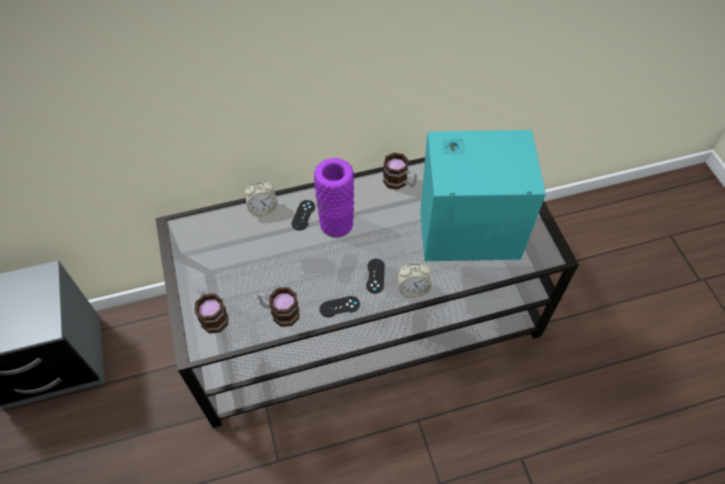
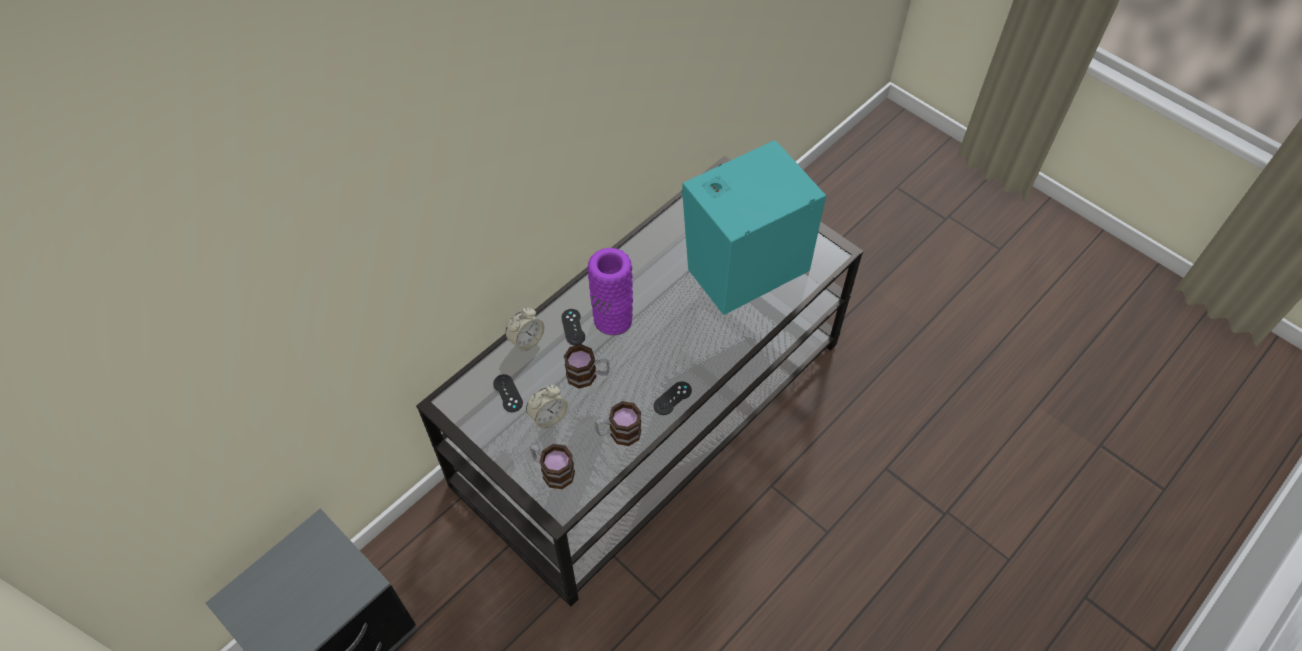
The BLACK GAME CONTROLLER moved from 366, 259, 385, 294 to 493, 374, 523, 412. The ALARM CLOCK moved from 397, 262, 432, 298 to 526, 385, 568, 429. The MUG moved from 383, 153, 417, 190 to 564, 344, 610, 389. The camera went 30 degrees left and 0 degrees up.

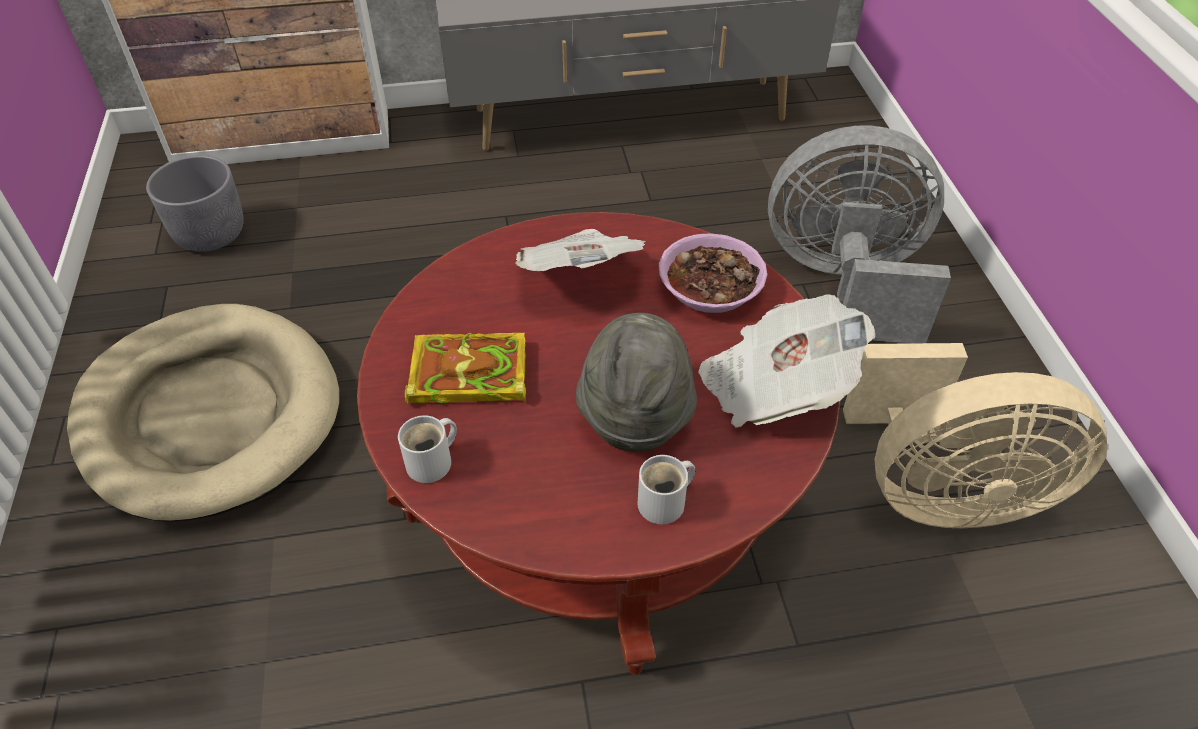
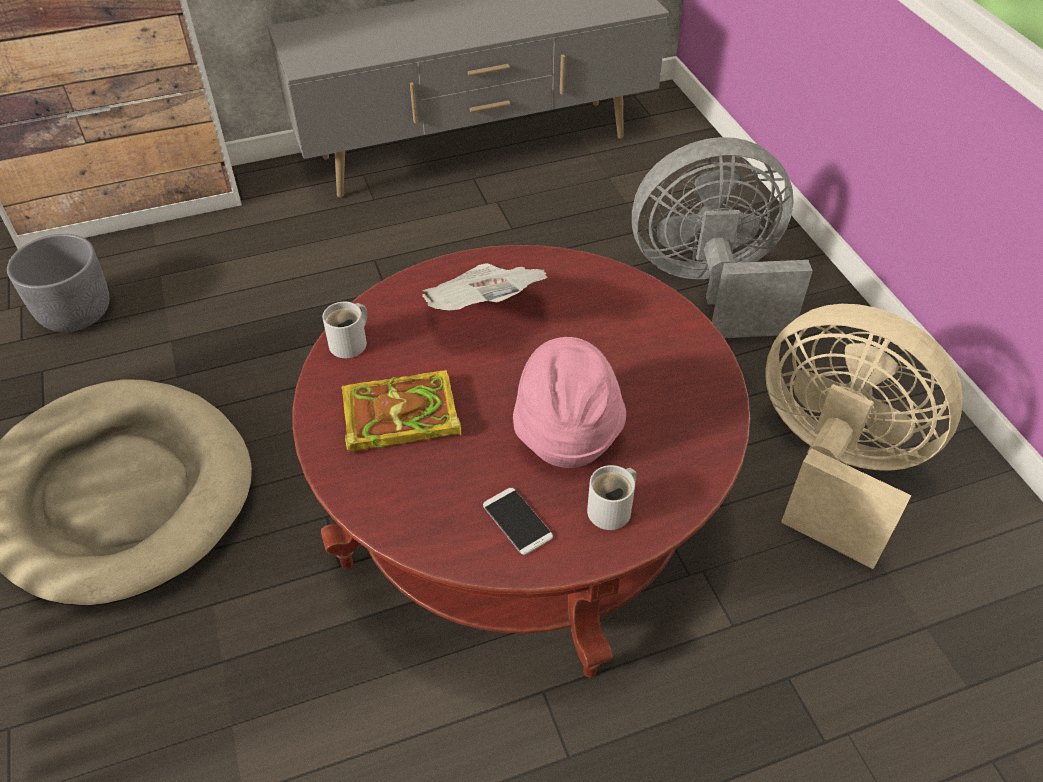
The WHITE MUG moved from 398, 415, 457, 483 to 323, 302, 367, 358. The PHONE at 483, 488, 553, 555 appeared. The GREY HAT at 576, 313, 697, 452 became the PINK HAT at 513, 337, 626, 468. The BEIGE FAN at 843, 343, 1108, 528 turned 135 degrees counterclockwise. The BOWL at 659, 234, 767, 313 disappeared. The NEWSPAPER at 698, 294, 876, 428 disappeared. The camera went 10 degrees left and 0 degrees up.

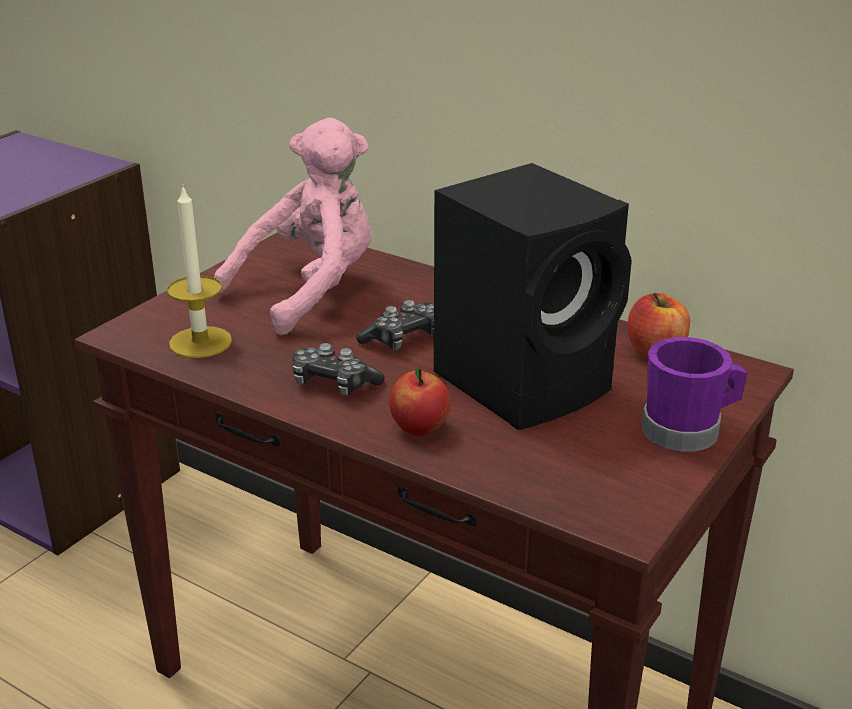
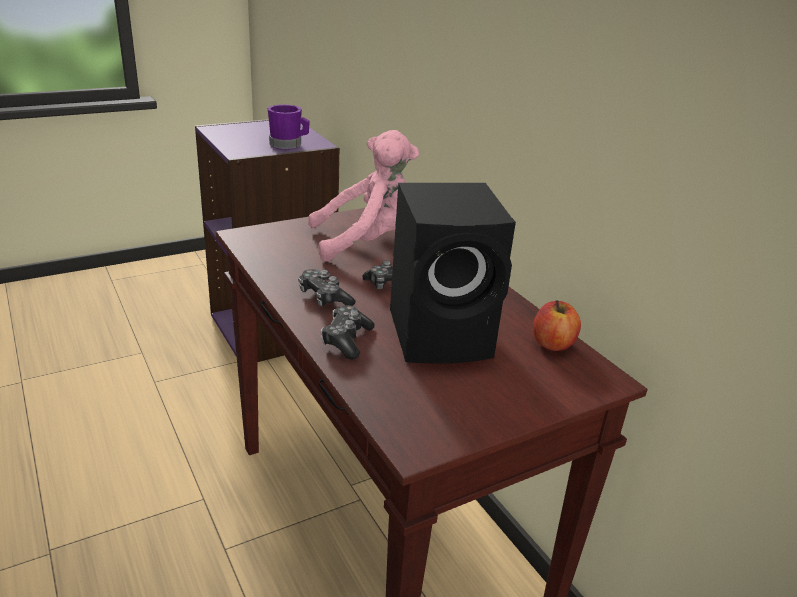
The PURPLE MUG moved from 642, 337, 747, 452 to 268, 104, 310, 150. The APPLE at 389, 368, 450, 436 was replaced by the GAME CONTROLLER at 321, 305, 375, 360. The CANDLE at 167, 186, 232, 358 disappeared. The camera went 25 degrees right and 0 degrees up.

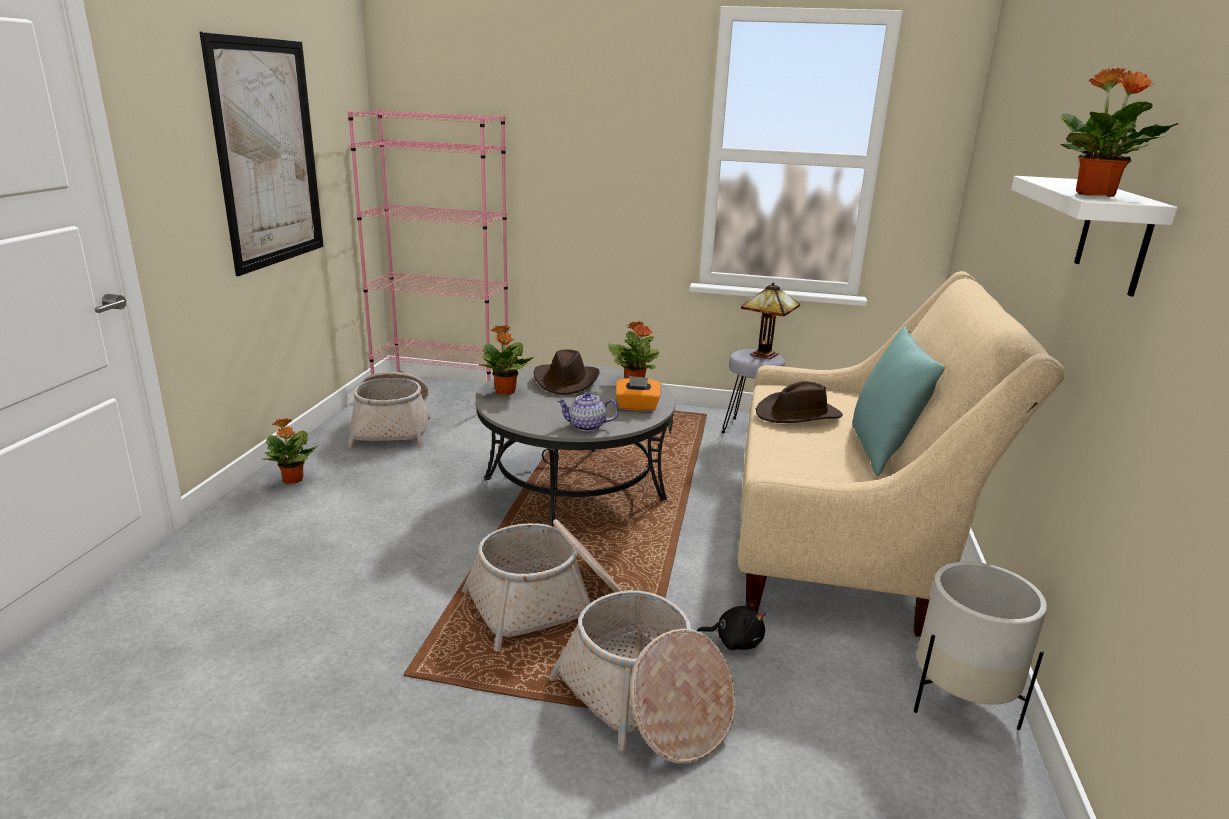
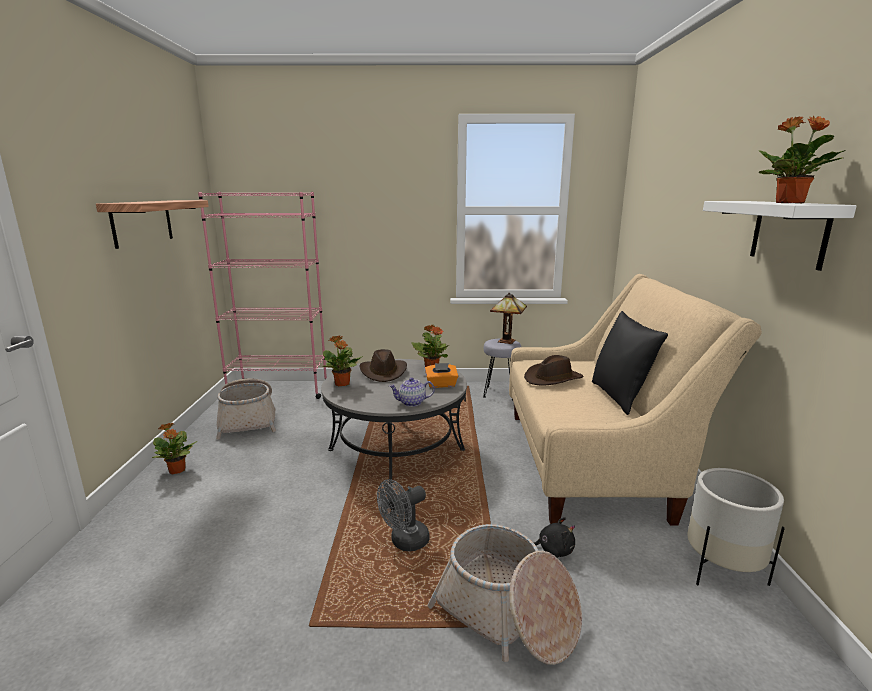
The PICTURE at 199, 32, 324, 276 was replaced by the SHELF at 96, 200, 209, 249. The BASKET at 462, 519, 622, 651 was replaced by the GREY FAN at 377, 479, 429, 551. The TURQUOISE PILLOW at 852, 326, 945, 476 became the BLACK PILLOW at 592, 311, 668, 415. The camera went 10 degrees left and 5 degrees down.

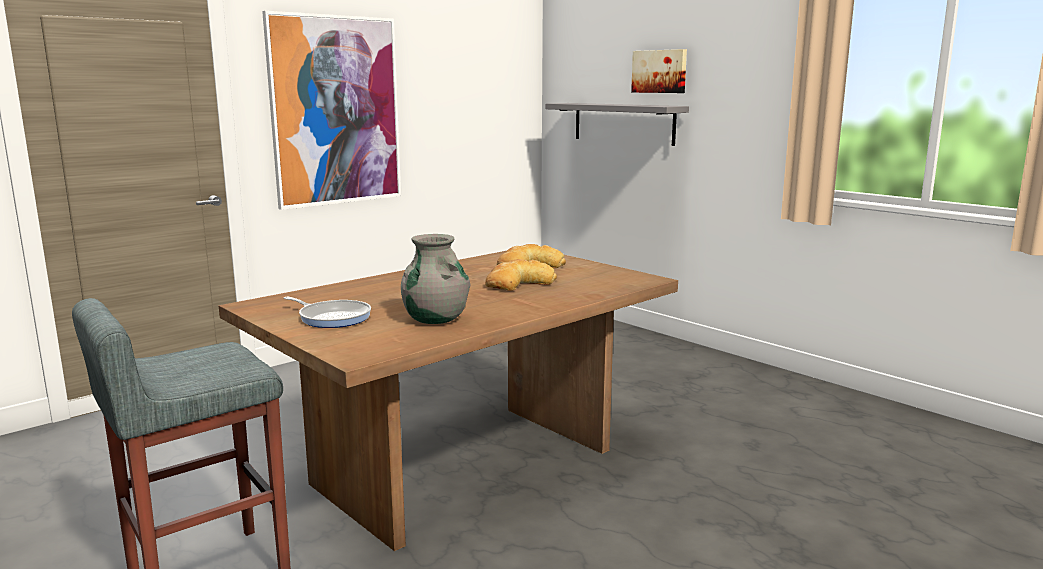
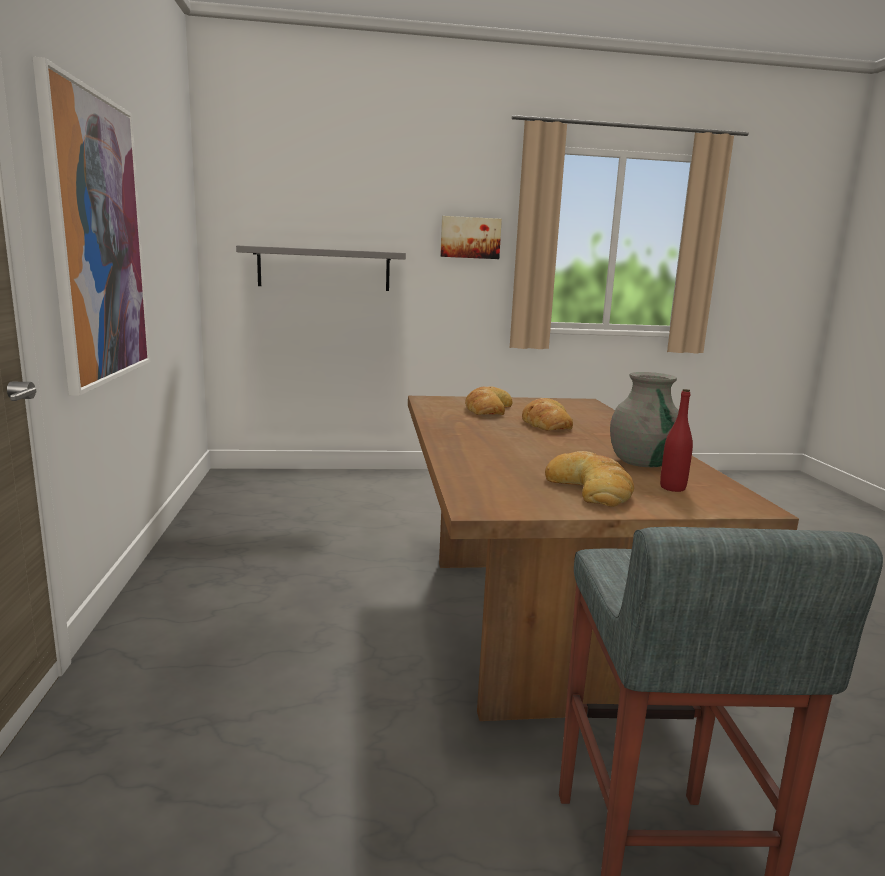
The PICTURE moved from 631, 49, 687, 93 to 440, 216, 502, 259. The FRYING PAN at 284, 297, 371, 328 was replaced by the BREAD at 545, 451, 634, 507. The RED BOTTLE at 660, 389, 693, 492 appeared. The camera went 55 degrees left and 0 degrees up.

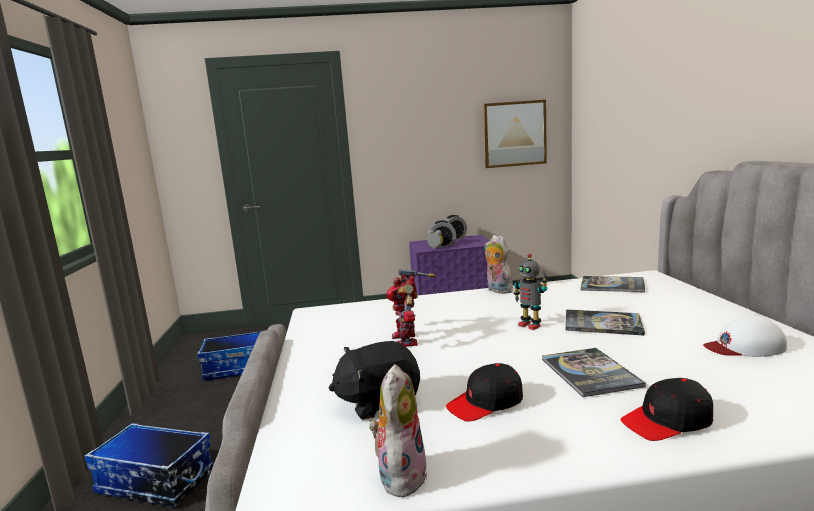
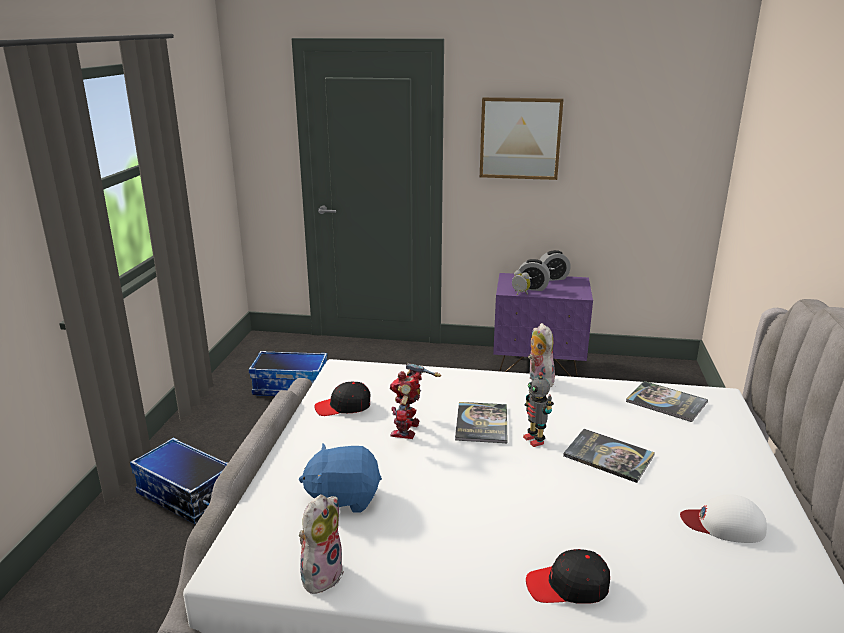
The BLACK PLUSH TOY at 329, 341, 420, 420 became the BLUE PLUSH TOY at 299, 444, 382, 512. The BLACK CAP moved from 446, 363, 523, 422 to 315, 382, 371, 416. The BOOK moved from 542, 348, 646, 397 to 455, 402, 507, 443. The PICTURE moved from 483, 100, 547, 168 to 480, 97, 564, 180. The camera went 15 degrees right and 10 degrees up.

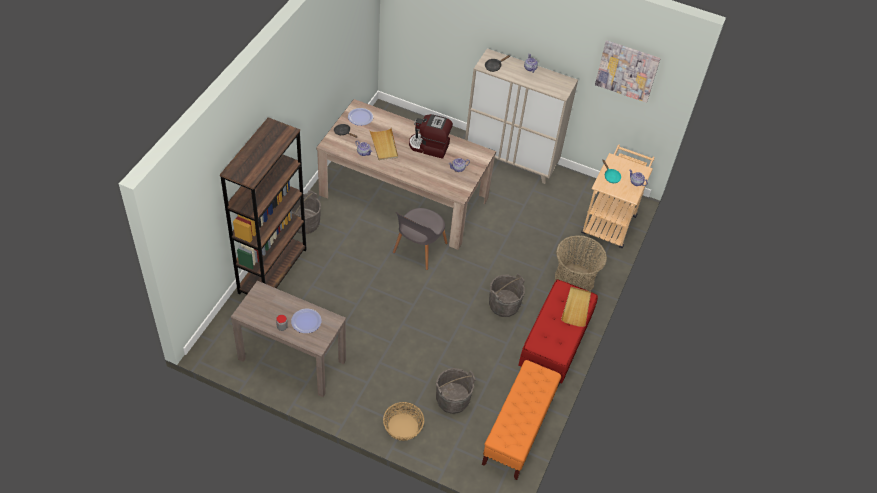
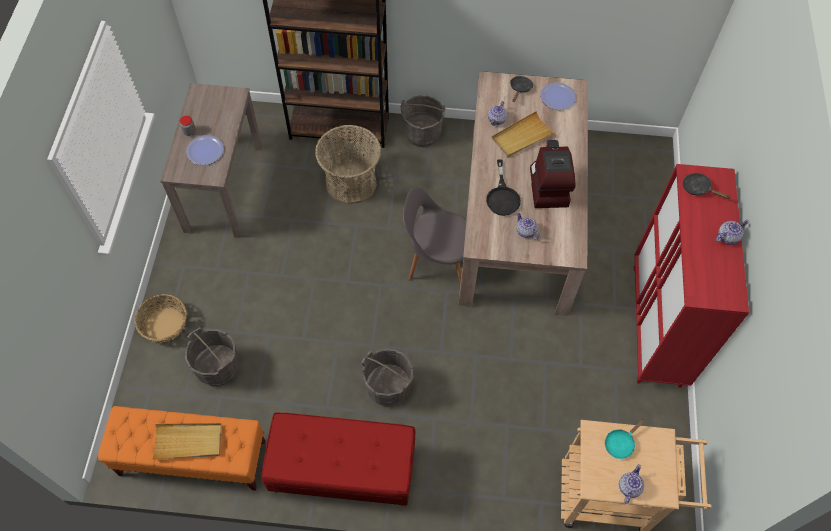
The BEIGE TRAY moved from 561, 287, 591, 327 to 152, 423, 222, 460. The BASKET moved from 554, 235, 607, 291 to 315, 125, 381, 204. The BLACK FRYING PAN at 486, 159, 521, 216 appeared. The BEIGE CABINET at 465, 48, 578, 184 became the RED CABINET at 634, 164, 749, 388. The PICTURE at 595, 40, 661, 103 disappeared. The camera went 75 degrees right and 10 degrees up.

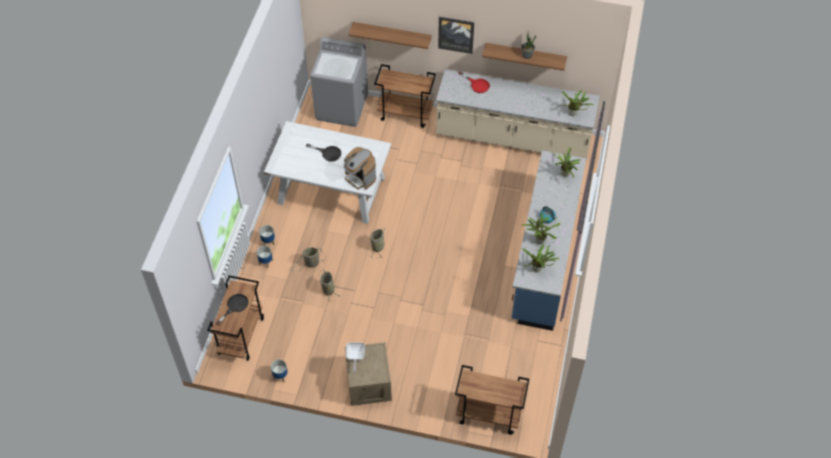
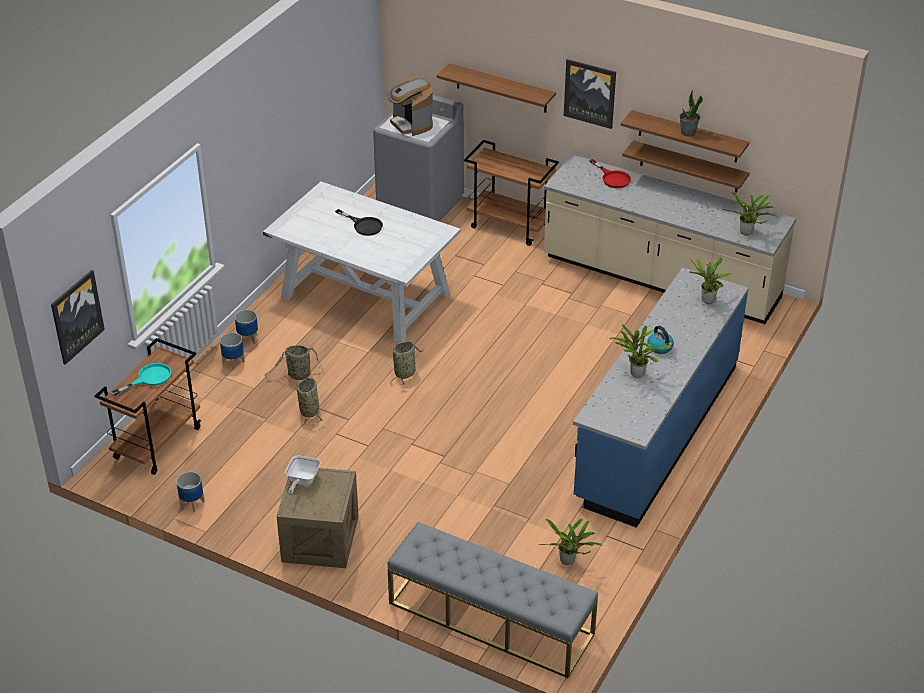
The PICTURE at 51, 270, 105, 365 appeared. The BLACK FRYING PAN at 215, 294, 248, 325 became the TURQUOISE FRYING PAN at 111, 363, 171, 396. The COFFEE MACHINE moved from 344, 147, 376, 190 to 388, 77, 433, 136. The BROWN CART at 455, 365, 529, 435 was replaced by the GREY BENCH at 388, 522, 598, 678. The POTTED PLANT moved from 522, 244, 560, 272 to 539, 519, 603, 565. The SHELF at 622, 140, 750, 193 appeared. The camera went 15 degrees right and 15 degrees down.

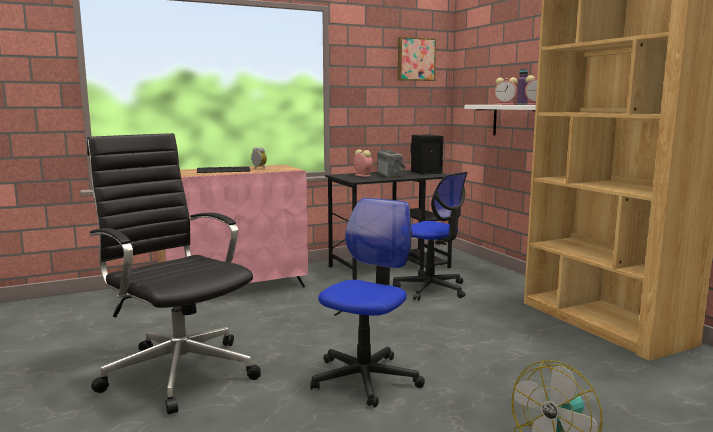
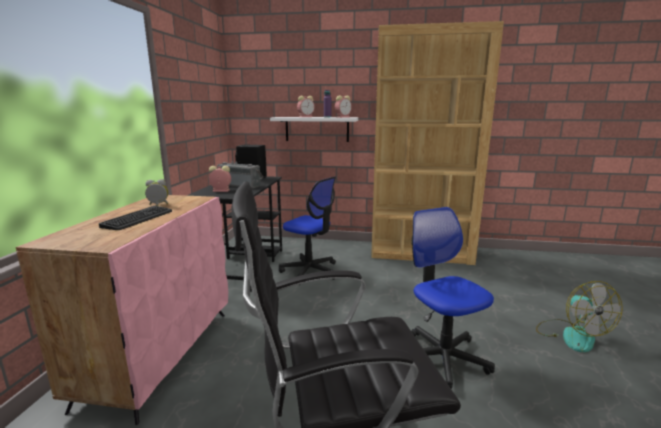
The OFFICE CHAIR at 393, 172, 468, 301 turned 45 degrees clockwise. The PICTURE at 398, 37, 436, 81 disappeared. The camera went 55 degrees left and 5 degrees up.

